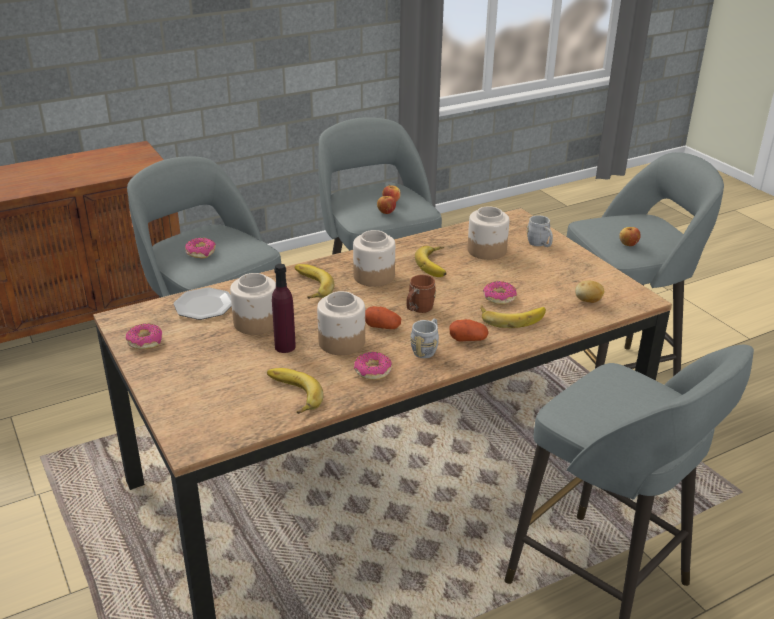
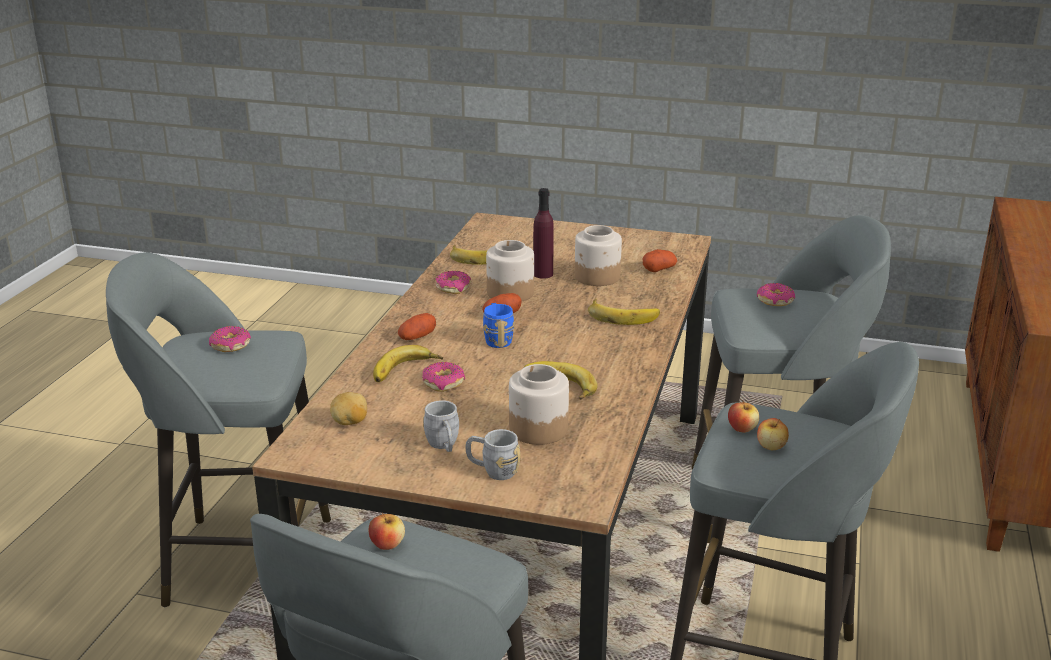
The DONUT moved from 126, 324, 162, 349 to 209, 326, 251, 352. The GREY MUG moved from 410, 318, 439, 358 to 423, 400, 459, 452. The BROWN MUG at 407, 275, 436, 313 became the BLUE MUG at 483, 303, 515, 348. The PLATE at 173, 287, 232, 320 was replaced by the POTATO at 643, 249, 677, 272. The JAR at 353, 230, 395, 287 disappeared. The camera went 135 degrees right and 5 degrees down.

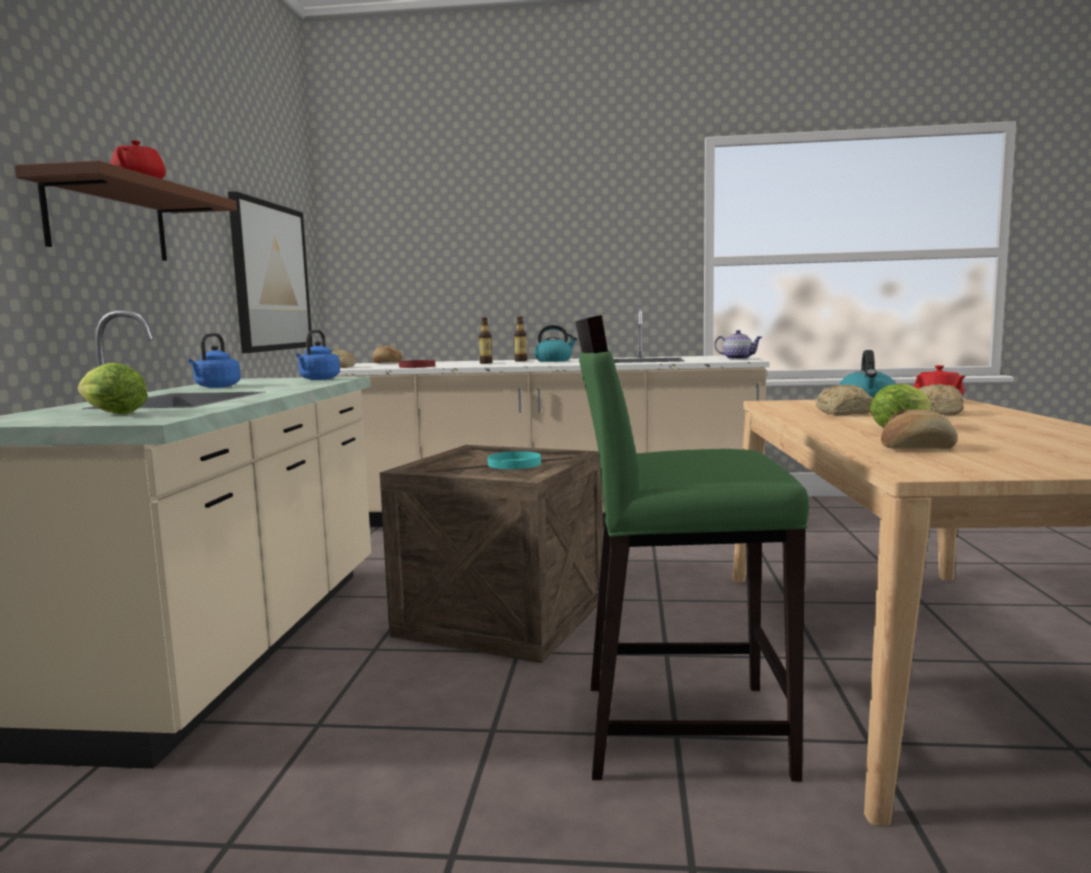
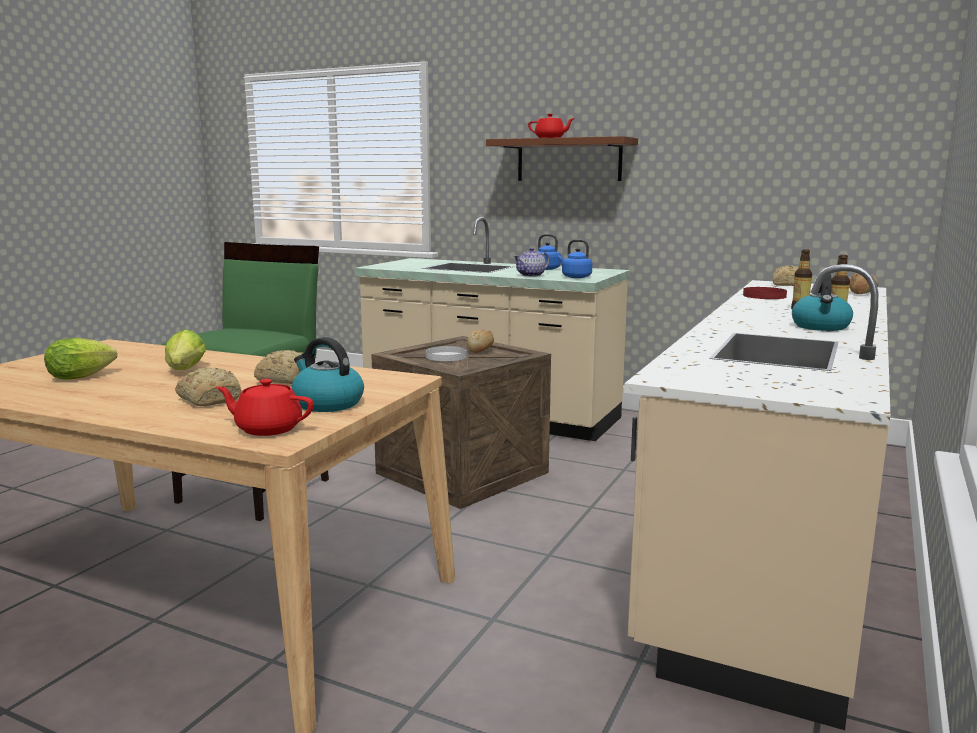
The LETTUCE moved from 78, 363, 148, 415 to 44, 338, 117, 380. The TURQUOISE PLATE at 488, 451, 541, 469 became the WHITE PLATE at 426, 346, 467, 361. The BREAD moved from 881, 409, 957, 449 to 467, 329, 494, 353. The TEAPOT moved from 714, 330, 762, 360 to 513, 248, 549, 277. The PICTURE at 228, 191, 313, 353 disappeared. The camera went 110 degrees right and 5 degrees up.

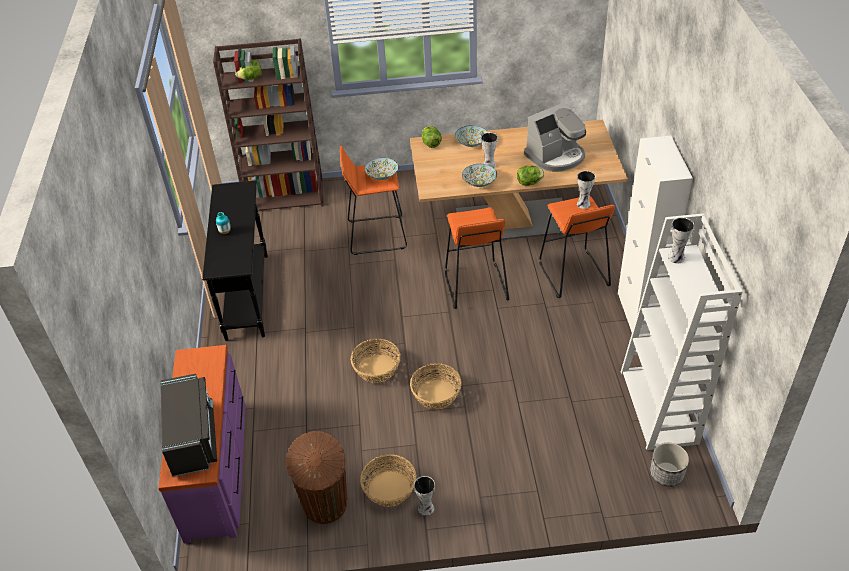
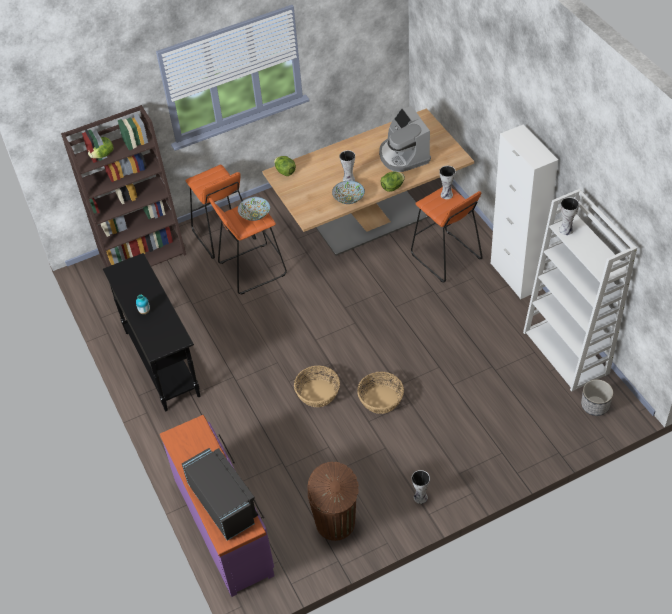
The ORANGE STOOL moved from 445, 207, 509, 309 to 185, 165, 256, 259. The COFFEE MACHINE at 524, 102, 586, 172 turned 120 degrees clockwise. The BASKET at 360, 454, 417, 507 disappeared. The BOWL at 455, 125, 487, 147 disappeared. The camera went 20 degrees left and 5 degrees up.

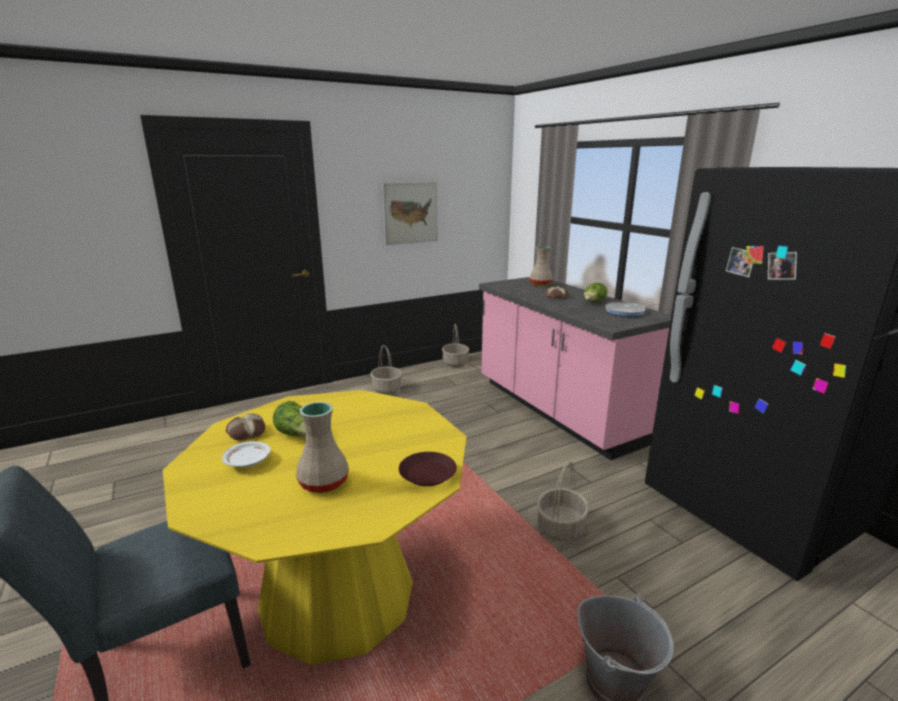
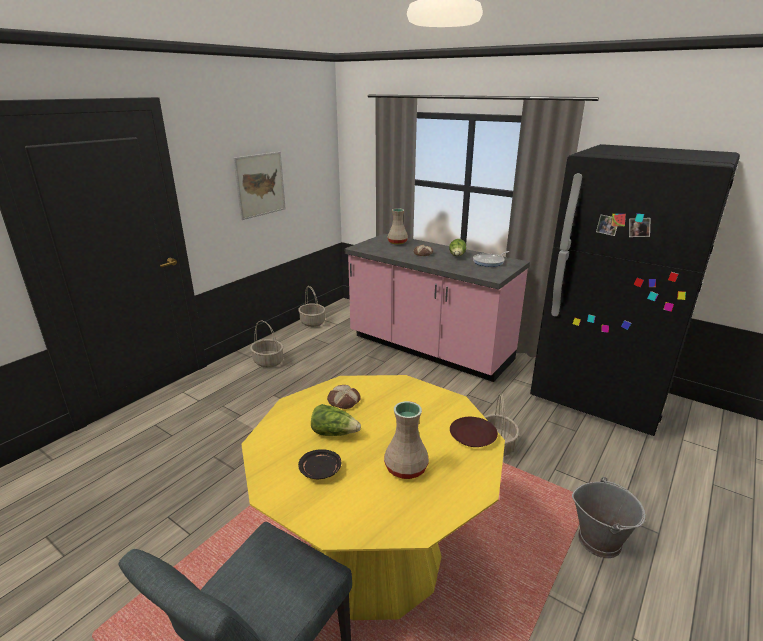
The WHITE PLATE at 222, 441, 271, 467 became the BLACK PLATE at 298, 449, 341, 479. The BREAD moved from 226, 413, 265, 441 to 327, 385, 361, 409. The camera went 25 degrees left and 5 degrees up.

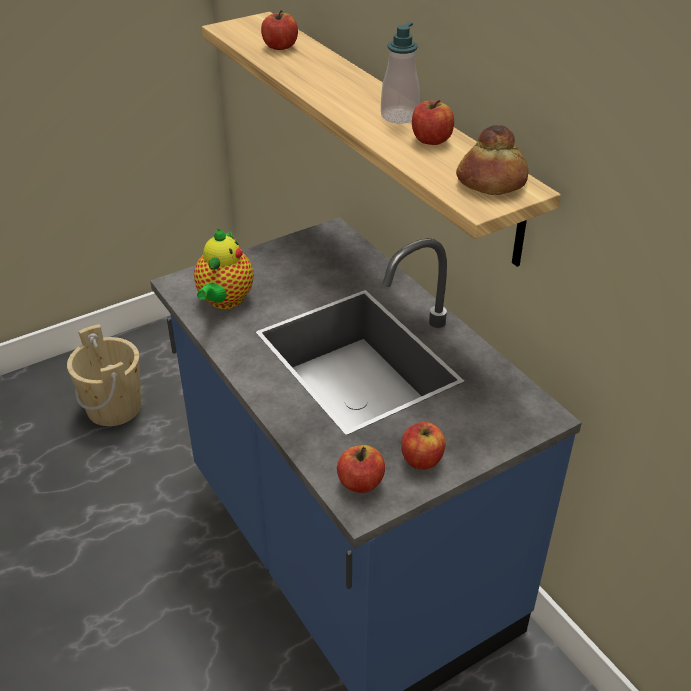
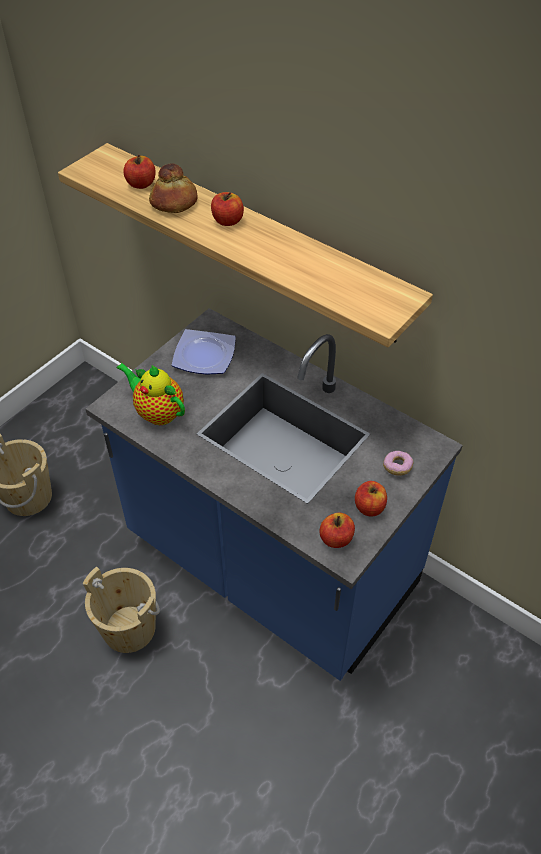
The BEIGE BUCKET at 83, 567, 160, 653 appeared. The TEAPOT at 194, 229, 254, 309 turned 135 degrees clockwise. The BREAD moved from 456, 125, 528, 195 to 149, 163, 198, 213. The PLATE at 172, 329, 236, 375 appeared. The APPLE moved from 412, 100, 454, 145 to 211, 192, 244, 226. The DONUT at 383, 451, 414, 476 appeared. The SOAP DISPENSER at 381, 22, 420, 124 disappeared. The camera went 20 degrees left and 10 degrees up.

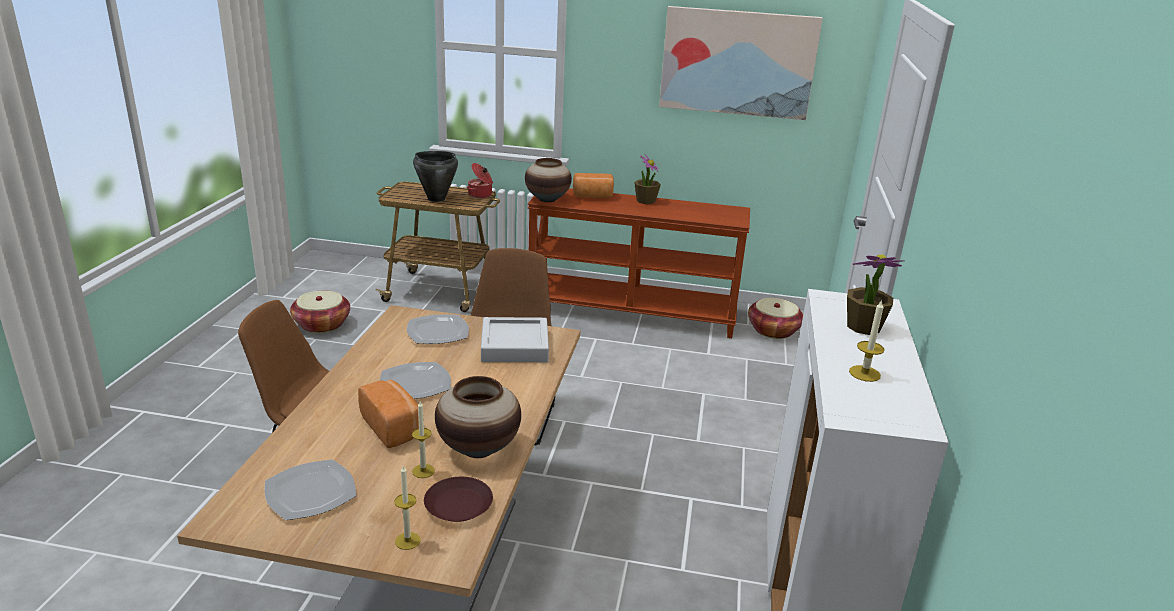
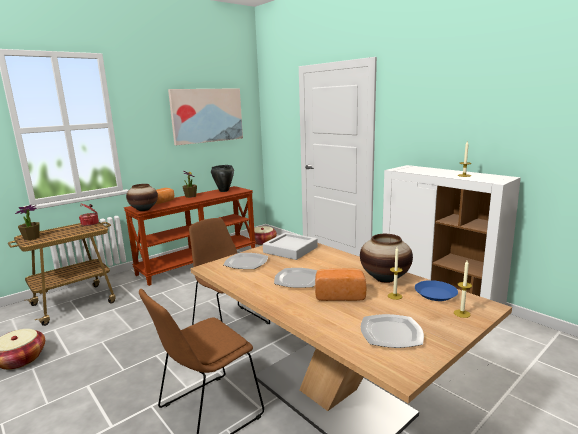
The POTTED PLANT moved from 847, 254, 904, 335 to 15, 205, 40, 240. The BLACK COOKING POT moved from 413, 151, 458, 202 to 211, 165, 234, 192. The BROWN PLATE at 424, 477, 493, 522 became the BLUE PLATE at 415, 280, 458, 301. The camera went 50 degrees left and 10 degrees down.

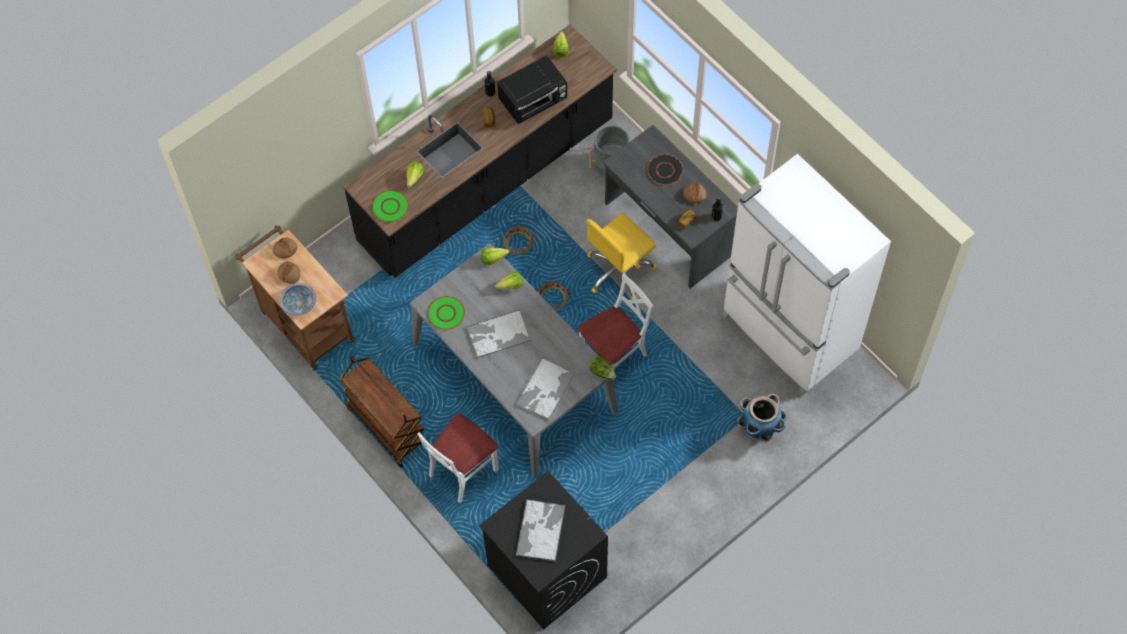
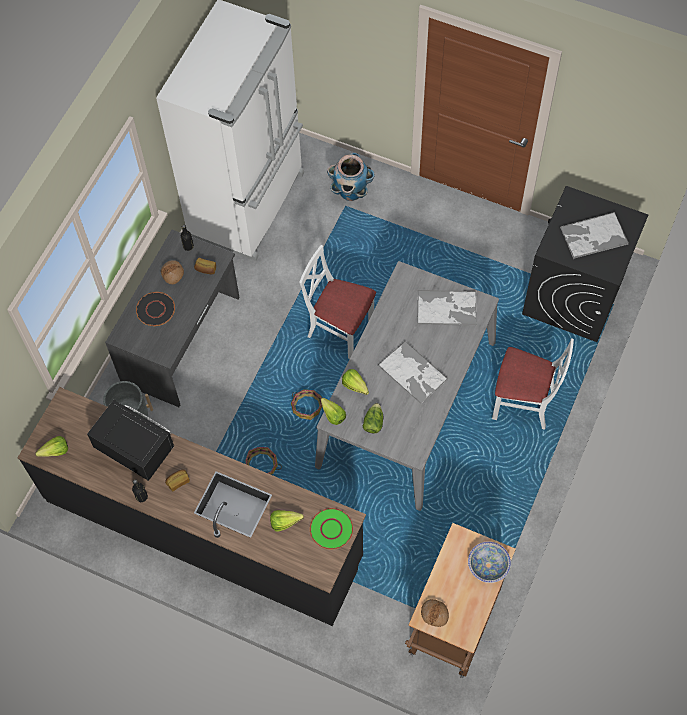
The LETTUCE moved from 589, 356, 616, 379 to 363, 403, 383, 433. The BREAD at 278, 262, 300, 284 disappeared. The BROWN CART at 340, 356, 424, 467 disappeared. The GREEN PLATE at 427, 296, 465, 330 disappeared. The YELLOW OFFICE CHAIR at 586, 212, 657, 299 disappeared. The camera went 115 degrees left and 0 degrees up.

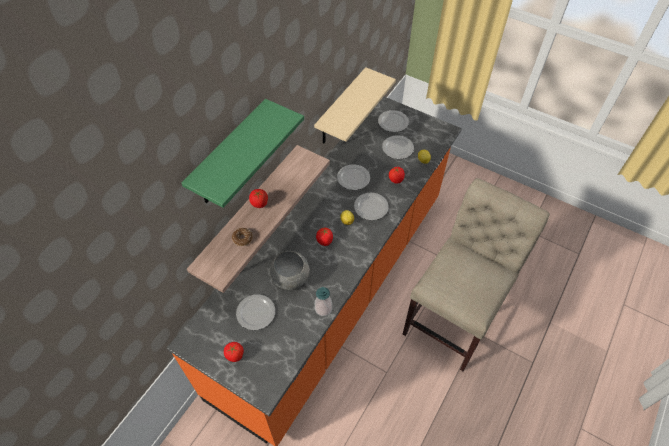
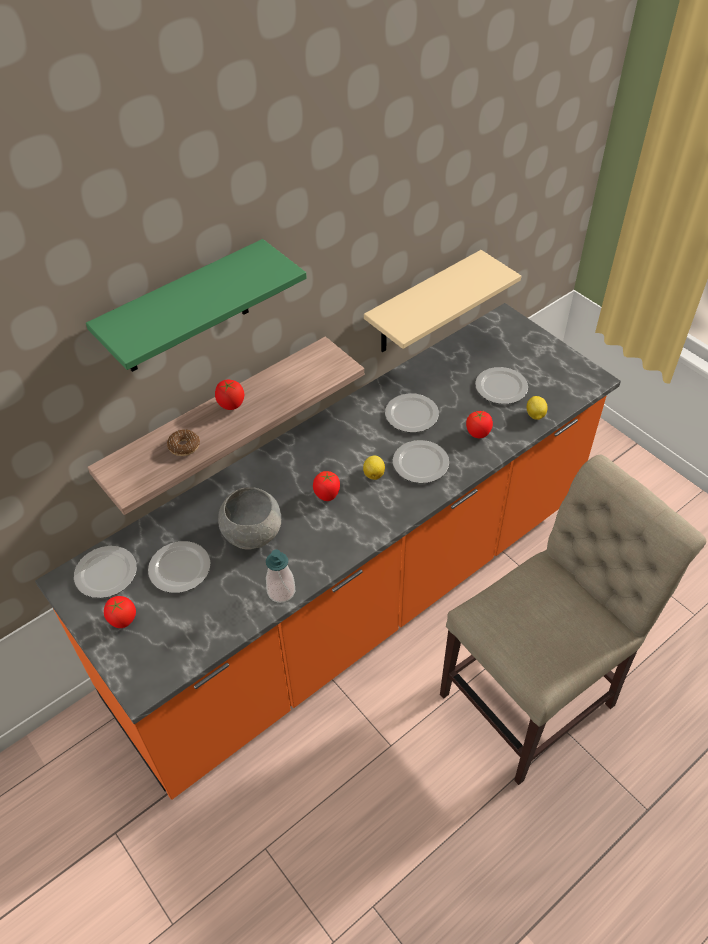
The PLATE moved from 378, 110, 409, 132 to 74, 546, 137, 598. The camera went 20 degrees right and 5 degrees down.

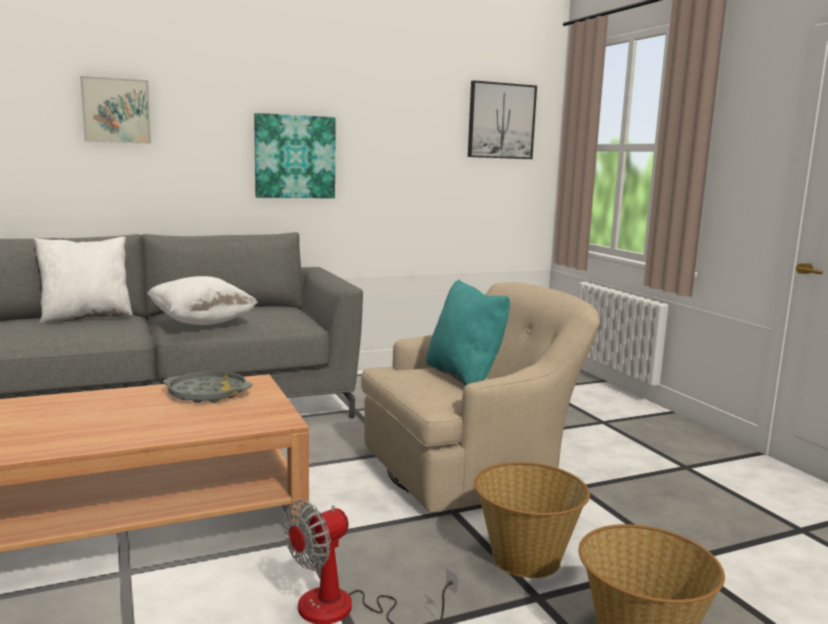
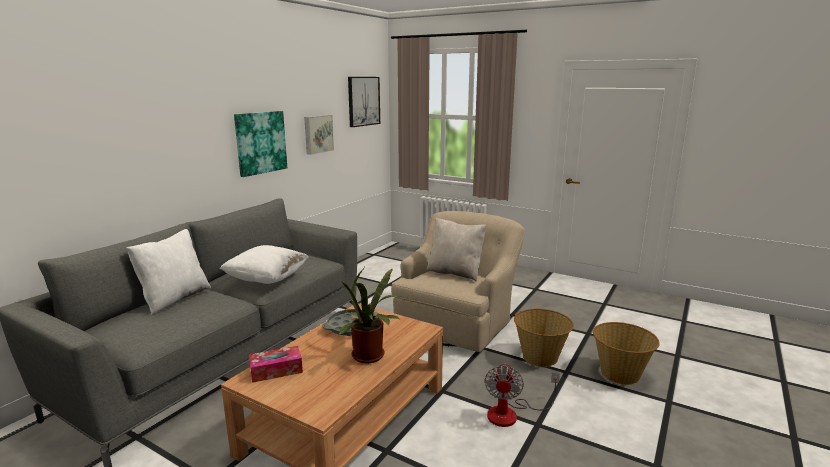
The TISSUE BOX at 249, 346, 303, 383 appeared. The PICTURE moved from 80, 76, 151, 144 to 304, 115, 334, 155. The POTTED PLANT at 339, 267, 401, 363 appeared. The TURQUOISE PILLOW at 426, 280, 510, 386 became the BEIGE PILLOW at 426, 217, 487, 282. The camera went 35 degrees left and 5 degrees up.

